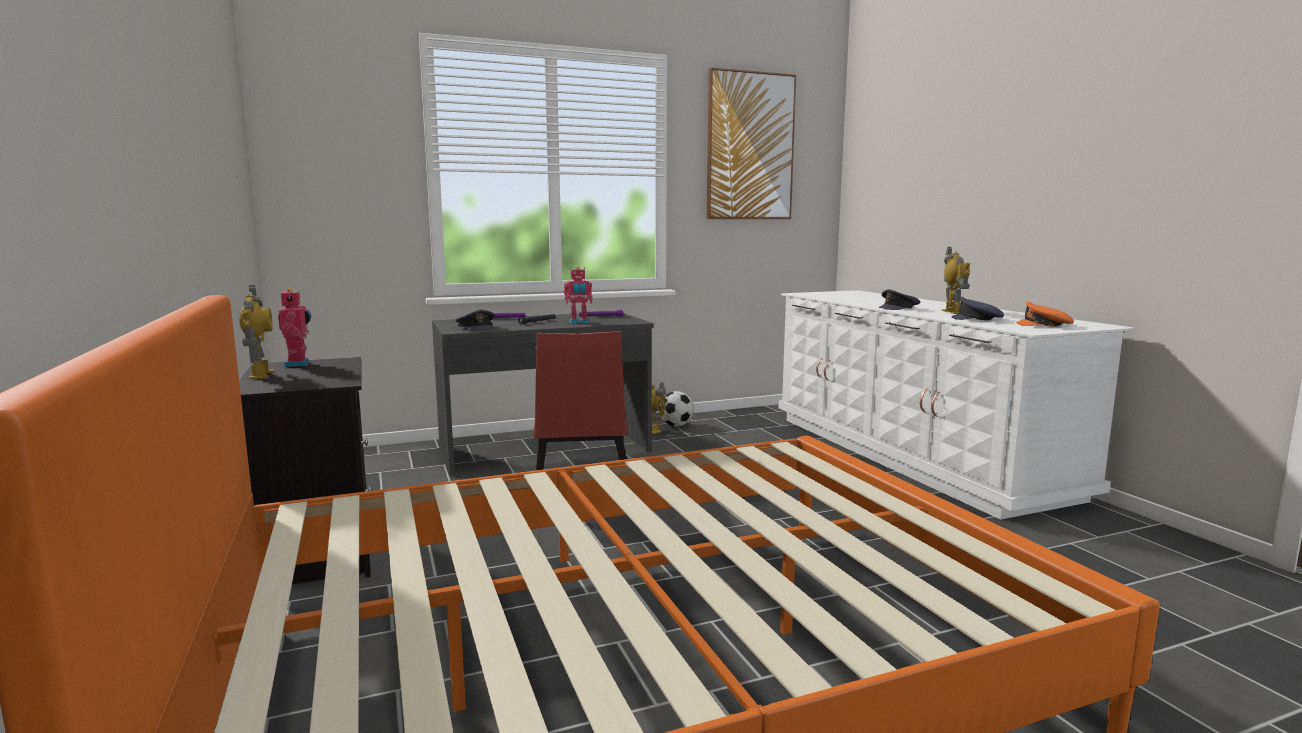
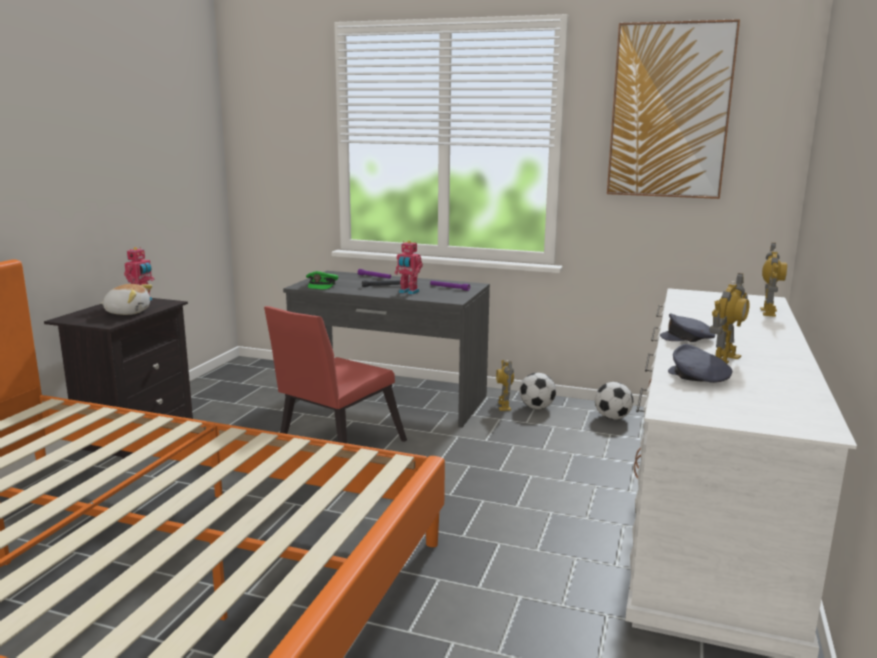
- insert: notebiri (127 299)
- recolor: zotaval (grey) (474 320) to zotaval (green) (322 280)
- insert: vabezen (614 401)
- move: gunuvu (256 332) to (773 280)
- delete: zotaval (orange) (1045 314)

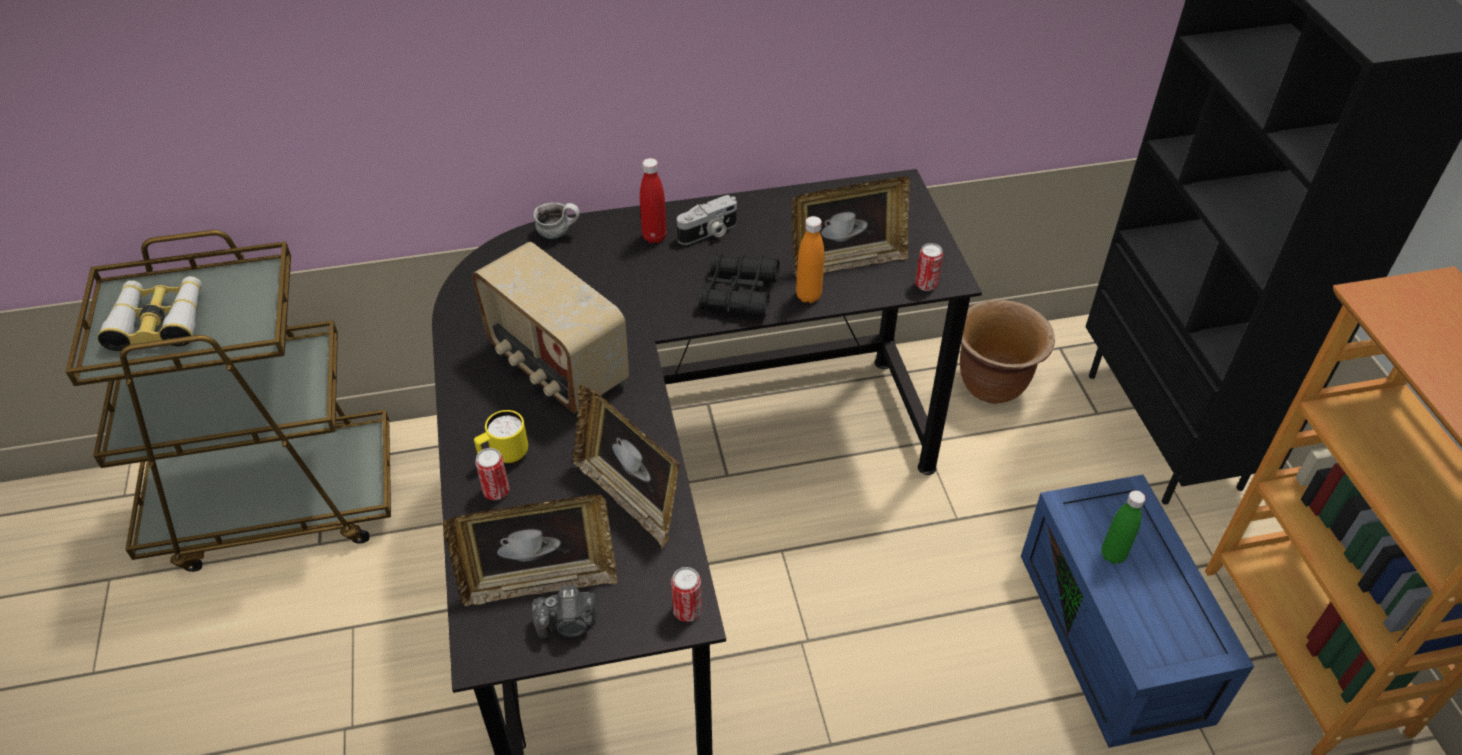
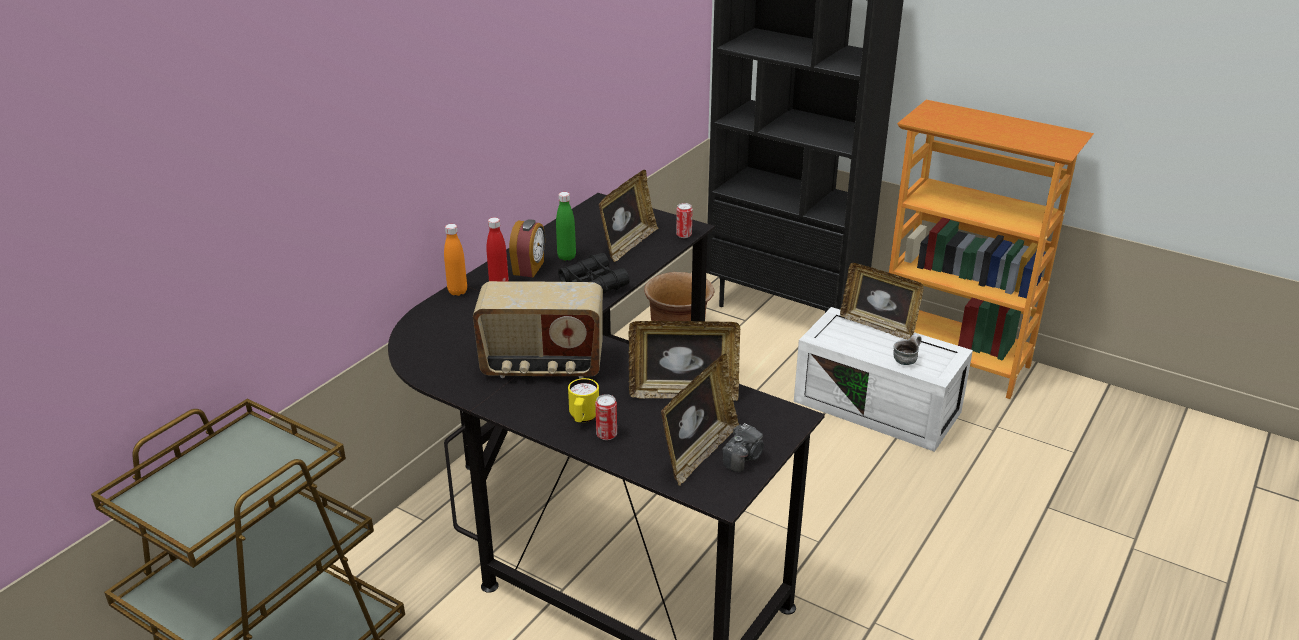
- move: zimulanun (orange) (810 259) to (455 260)
- replace: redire (707 220) to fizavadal (527 248)
- move: zimulanun (green) (1123 527) to (566 226)
- recolor: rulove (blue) (1137 611) to rulove (white) (883 379)
- insert: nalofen (882 301)
- move: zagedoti (556 221) to (907 349)
- delete: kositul (149 313)
- delete: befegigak (686 594)

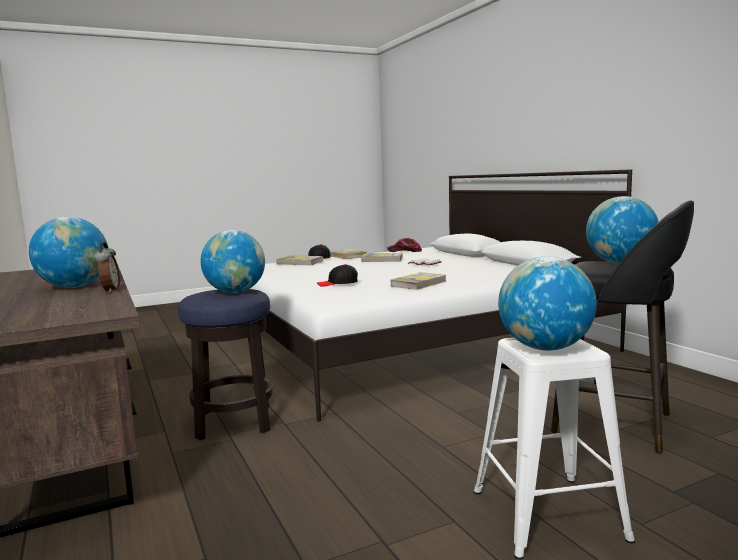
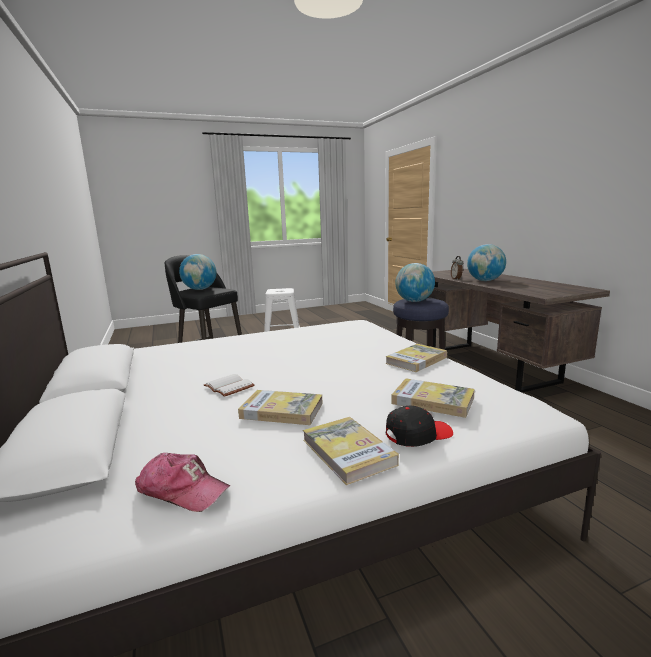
- move: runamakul (419 281) to (416 358)
- delete: zotaval (black) (337 275)
- delete: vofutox (547 303)

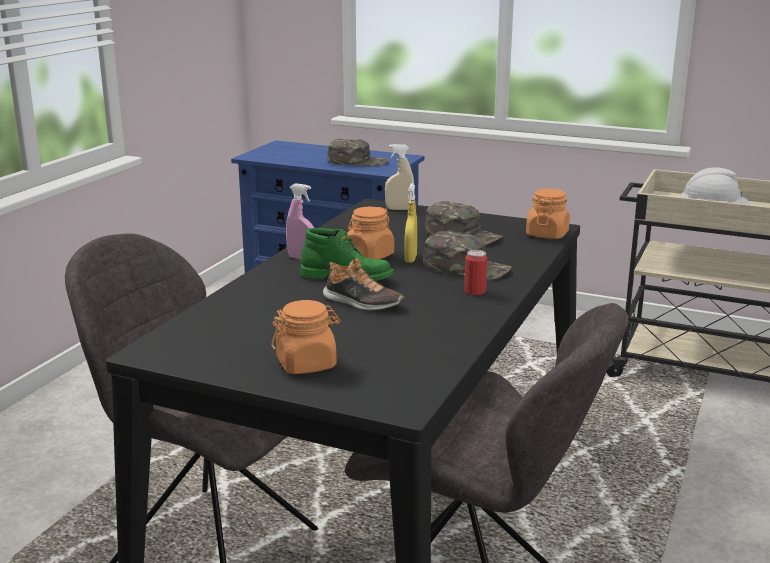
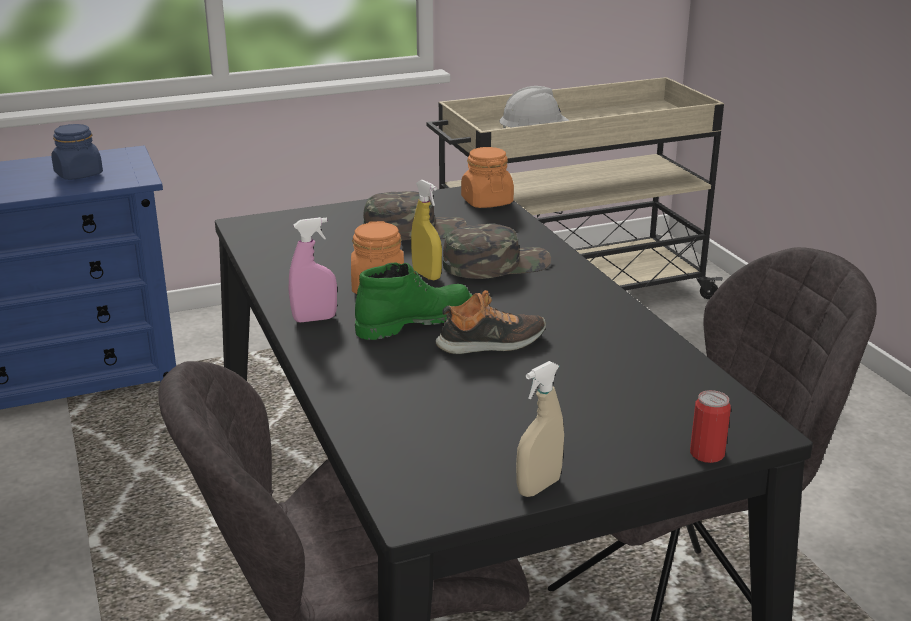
- replace: zotaval (green) (358 153) to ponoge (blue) (77 152)
- move: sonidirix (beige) (399 177) to (540 429)
- move: befegigak (475 272) to (710 426)
- delete: ponoge (orange) (305 337)

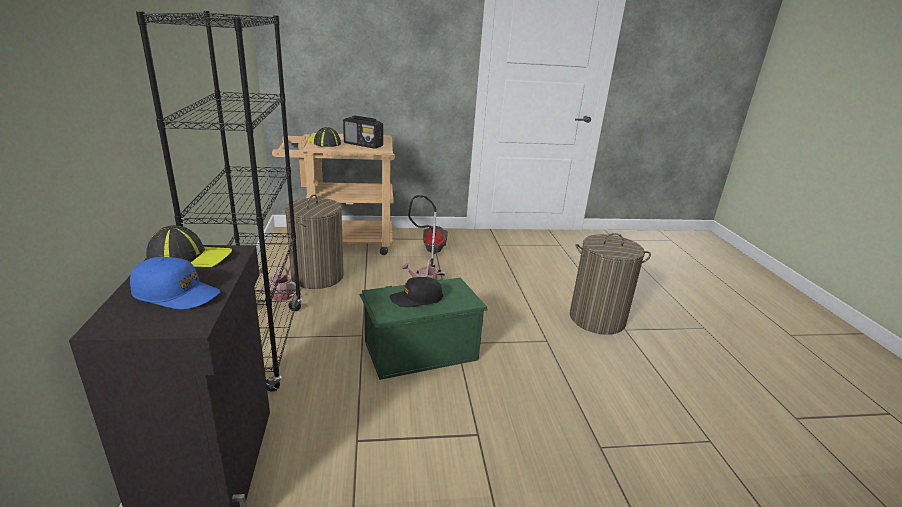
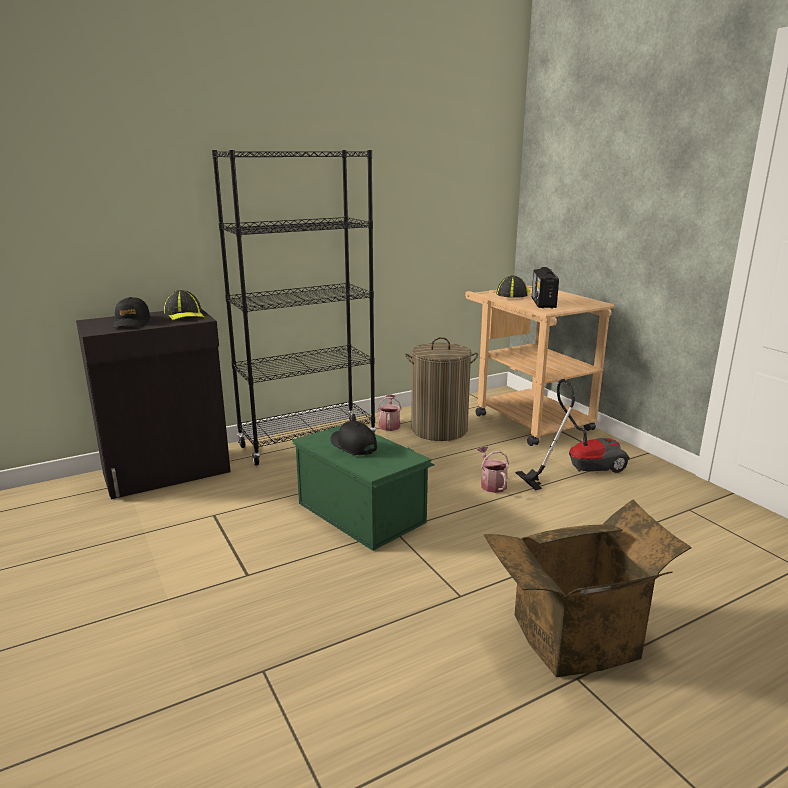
- recolor: zotaval (blue) (175 283) to zotaval (black) (132 312)
- replace: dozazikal (610 284) to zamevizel (587 588)

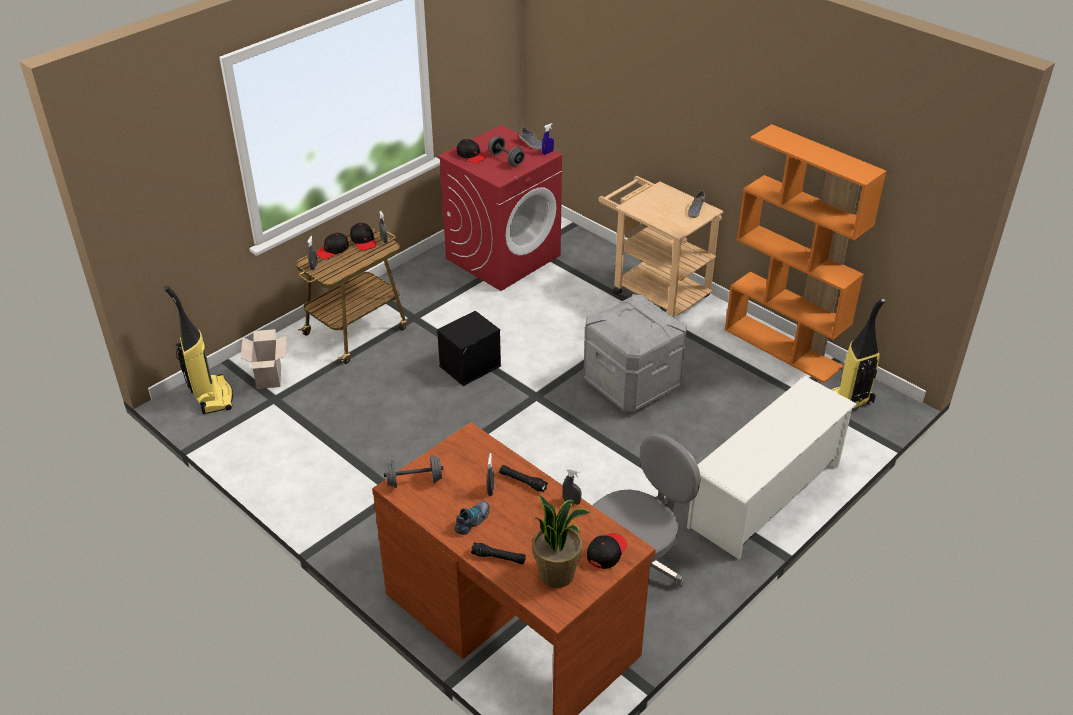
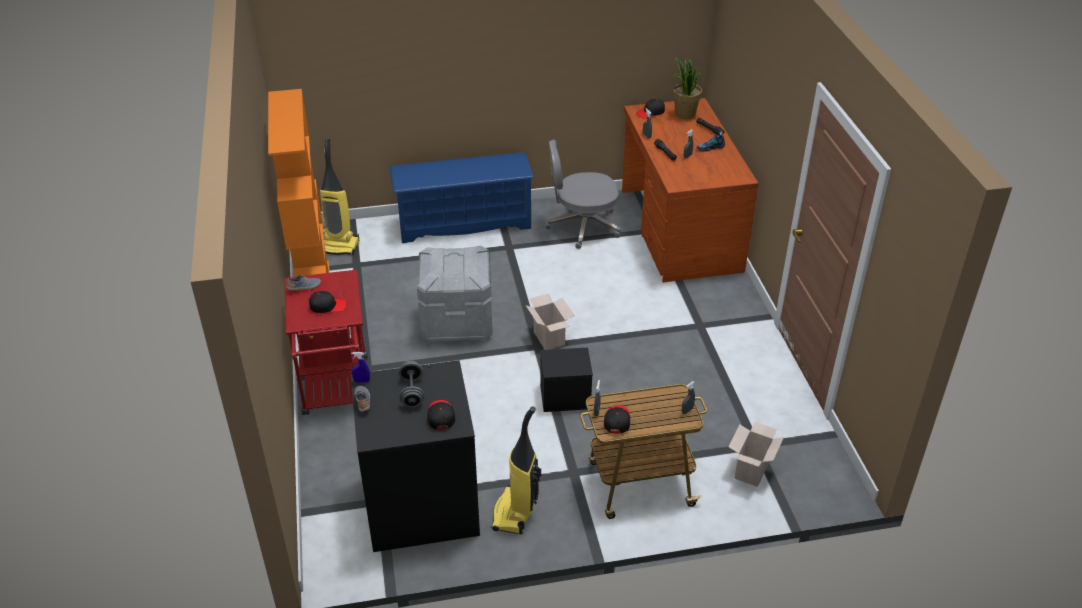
- recolor: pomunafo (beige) (661 246) to pomunafo (red) (326 342)
- move: zotaval (black) (332 246) to (328 302)
- recolor: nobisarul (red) (500 208) to nobisarul (black) (415 456)
- recolor: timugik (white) (772 467) to timugik (blue) (462 197)
- move: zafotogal (198 350) to (516 470)
- insert: zamevizel (550 321)
- delete: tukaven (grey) (413 471)

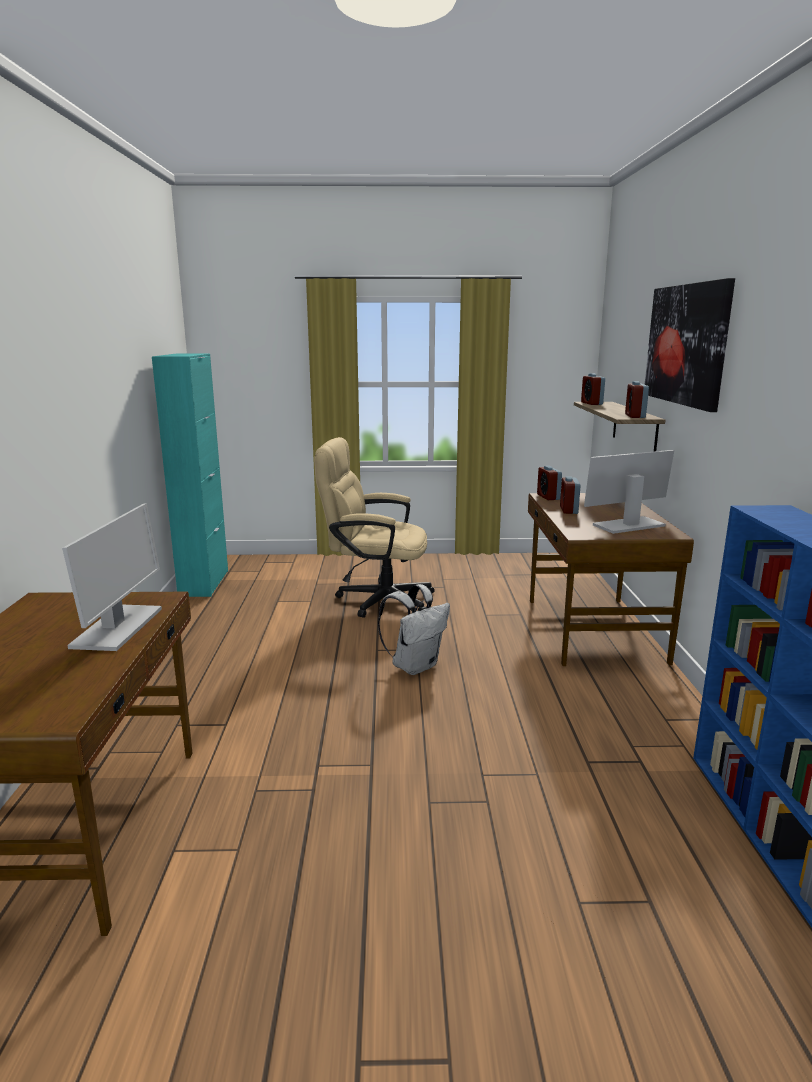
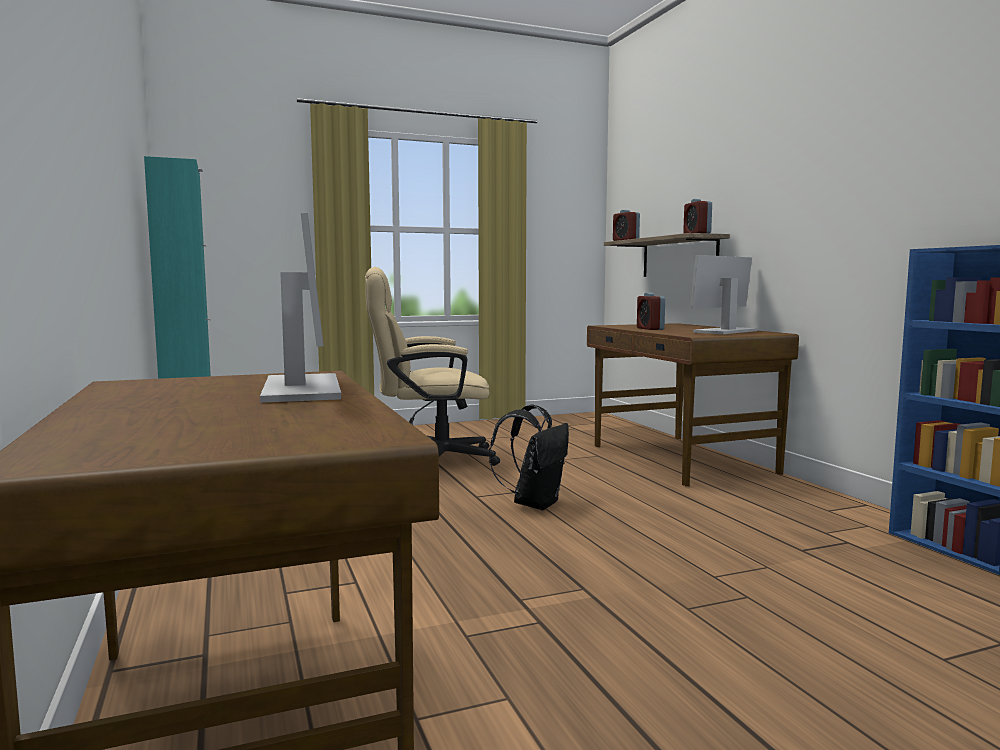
- recolor: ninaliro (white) (414 629) to ninaliro (black) (529 457)
- delete: fizavadal (549 483)
- delete: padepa (690 345)

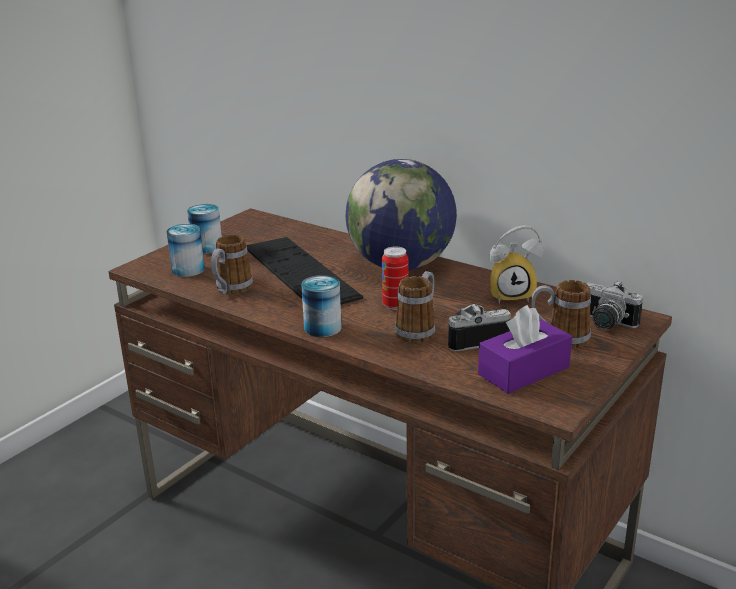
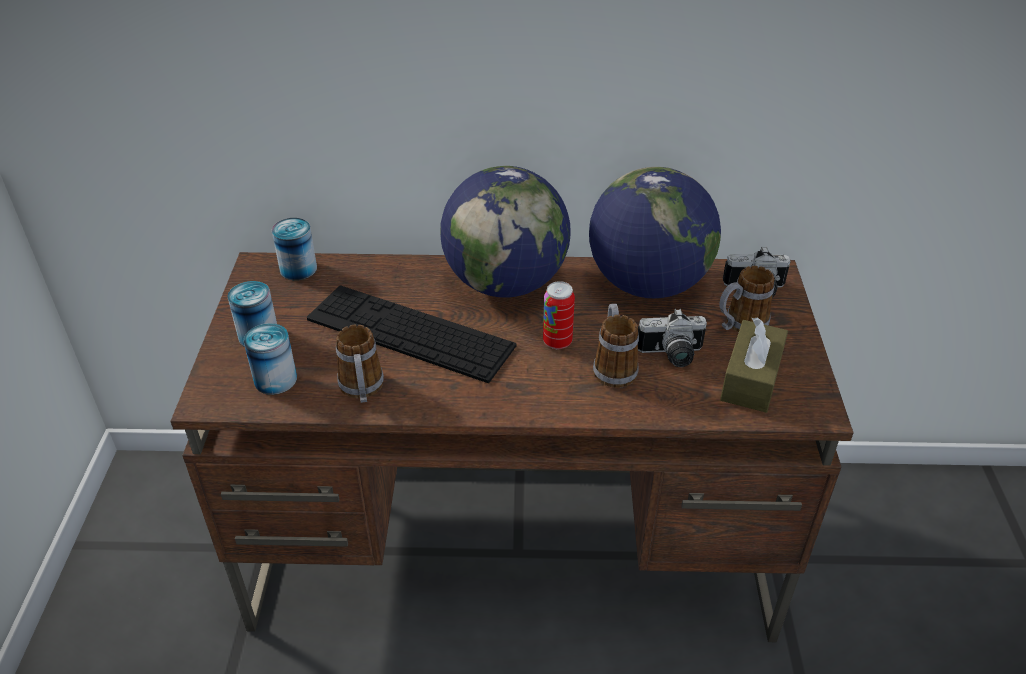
- move: befegigak (321 306) to (294 249)
- replace: fizavadal (517 264) to vofutox (655 232)
- rotate: redire (479 327) = (672 338) 135 degrees counterclockwise
- recolor: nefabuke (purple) (525 349) to nefabuke (brown) (754 365)

